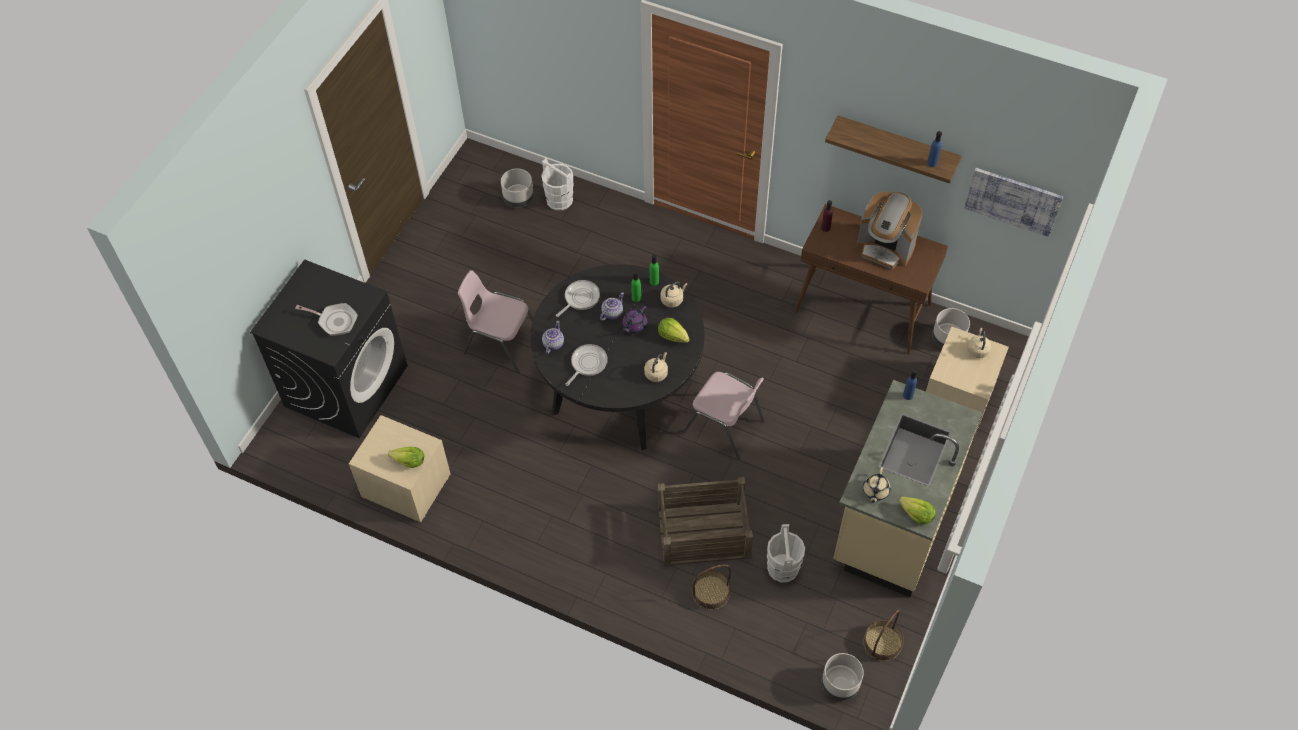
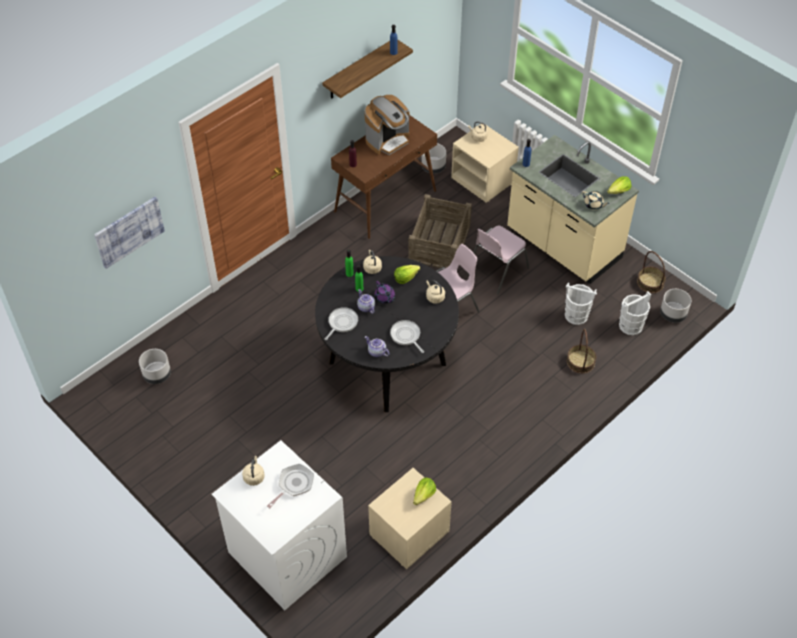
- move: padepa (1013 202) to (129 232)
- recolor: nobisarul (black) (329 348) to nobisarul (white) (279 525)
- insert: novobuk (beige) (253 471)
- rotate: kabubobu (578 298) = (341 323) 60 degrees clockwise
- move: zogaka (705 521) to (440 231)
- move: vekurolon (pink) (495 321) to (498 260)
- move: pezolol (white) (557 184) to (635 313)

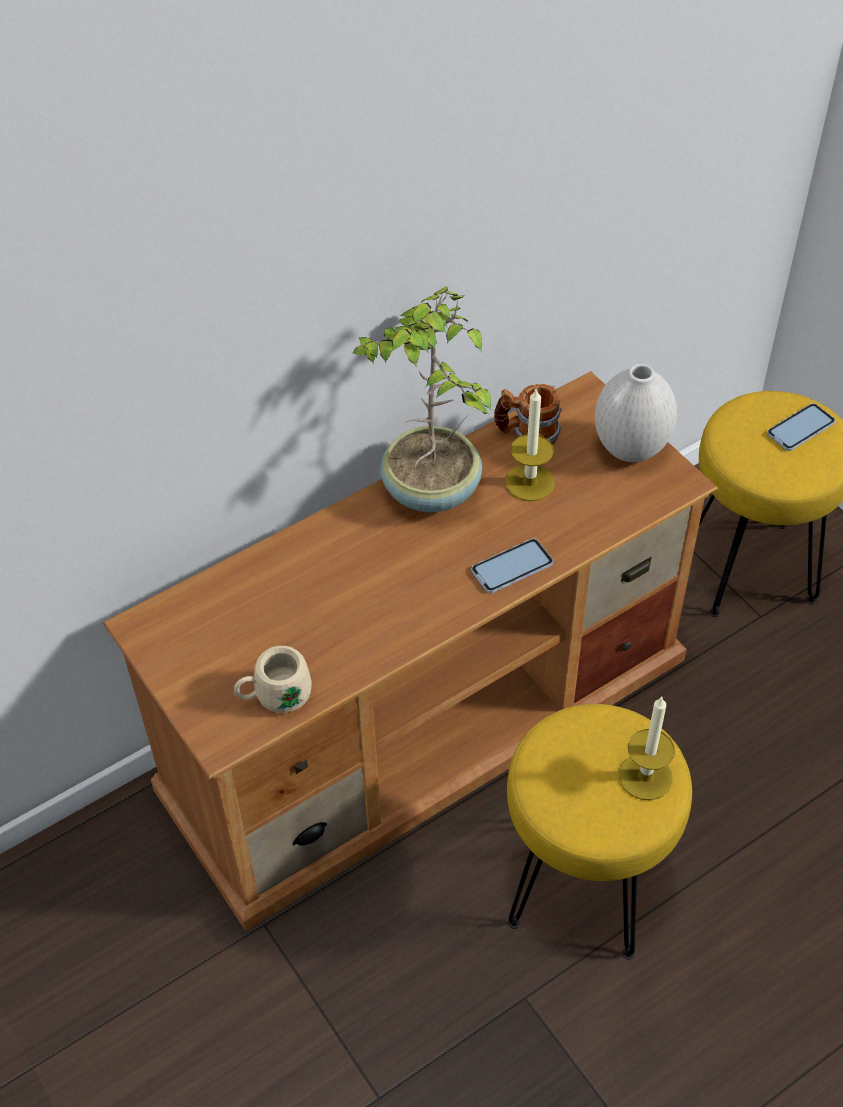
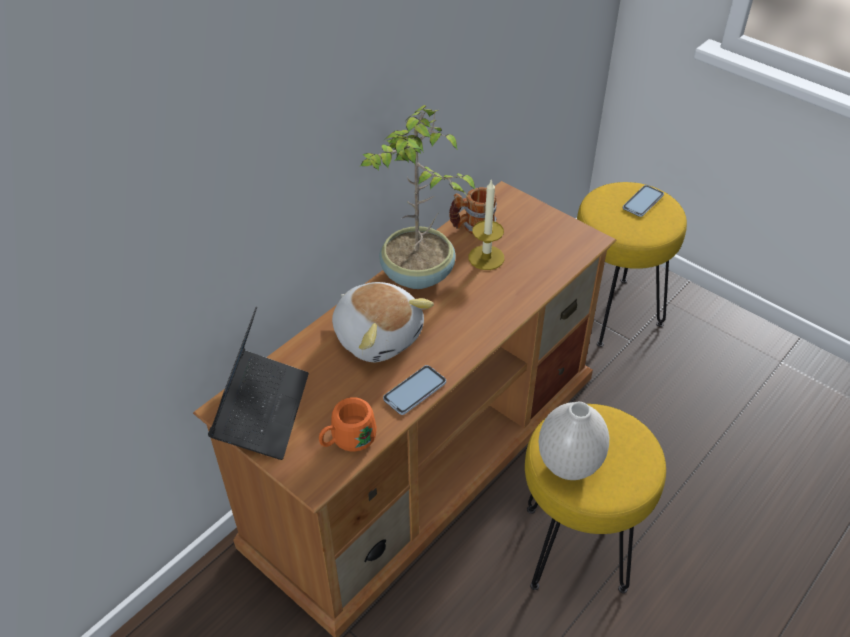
- insert: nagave (258 383)
- recolor: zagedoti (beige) (273 679) to zagedoti (orange) (348 424)
- insert: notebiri (383 322)
- move: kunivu (512 565) to (414 390)
- move: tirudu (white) (636 413) to (574 441)
- delete: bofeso (647 748)

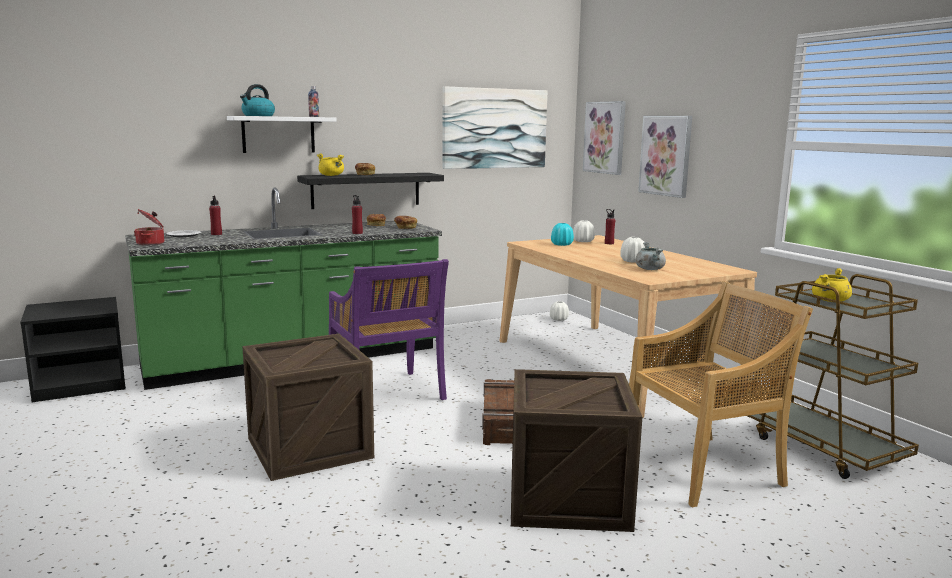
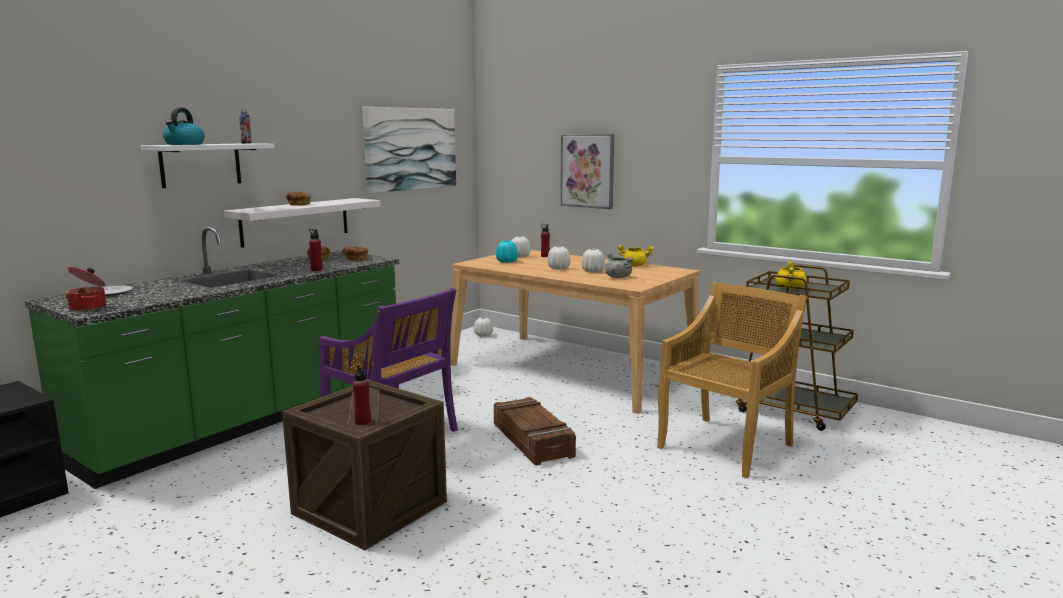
- recolor: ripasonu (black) (370 191) to ripasonu (white) (302 223)
- move: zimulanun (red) (215 215) to (362 395)
- insert: tirudu (white) (558 258)
- move: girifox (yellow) (330 164) to (635 256)
- delete: zogaka (576 450)
- delete: padepa (604 138)

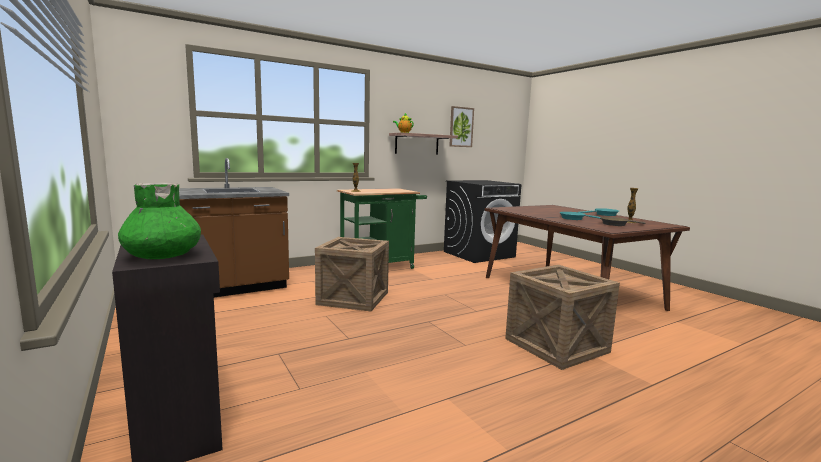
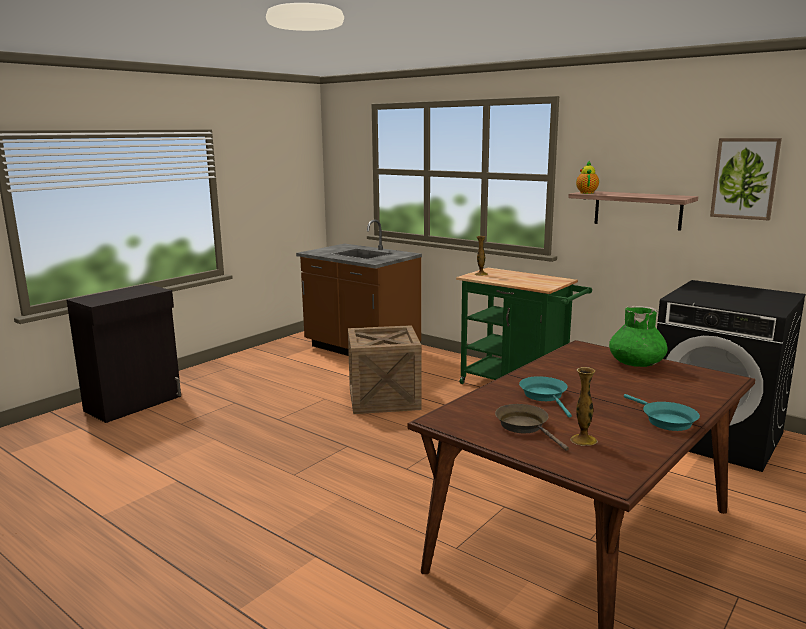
- move: tirudu (green) (159 221) to (638 336)
- delete: zogaka (562 317)

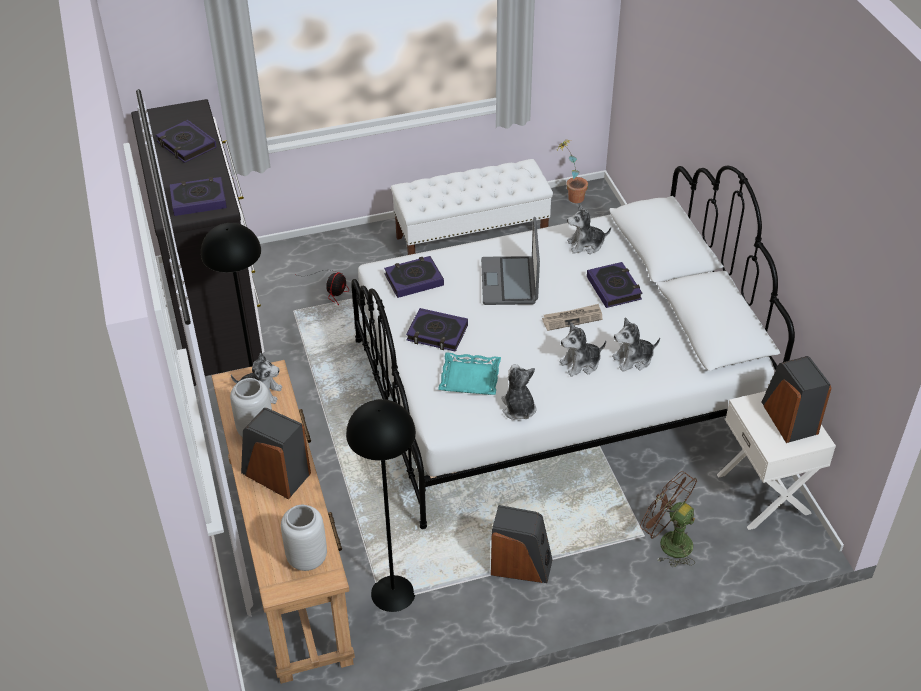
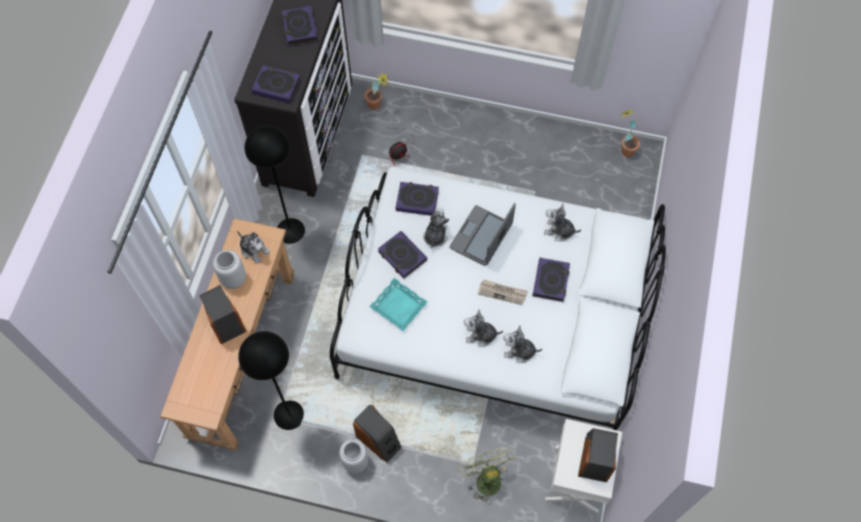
- move: tirudu (grey) (304 538) to (353 456)
- insert: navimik (377 91)
- move: notebiri (518 392) to (436 228)
- recolor: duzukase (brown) (668 519) to duzukase (green) (487 476)
- delete: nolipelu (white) (472 207)

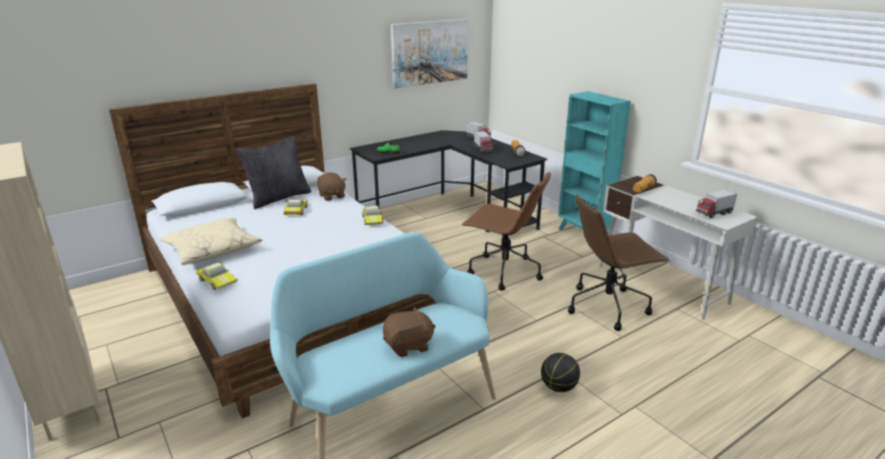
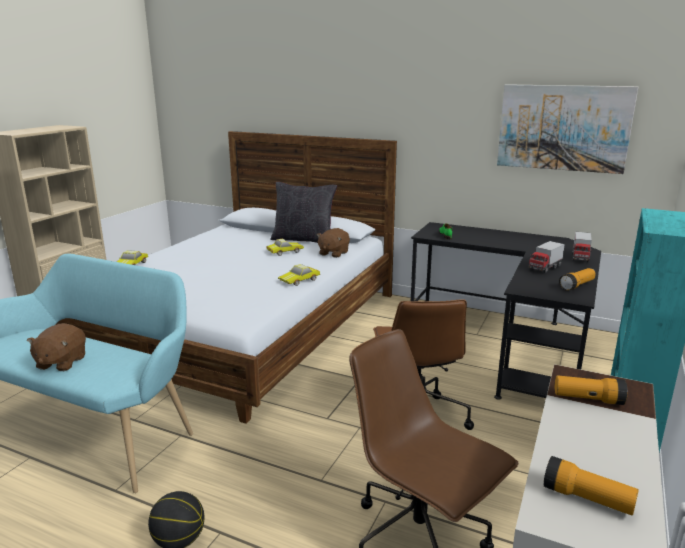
- rotate: notebiri (brown) (409 332) = (56 347) 60 degrees clockwise
- replace: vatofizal (716 203) to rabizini (591 486)
- delete: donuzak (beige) (211 241)

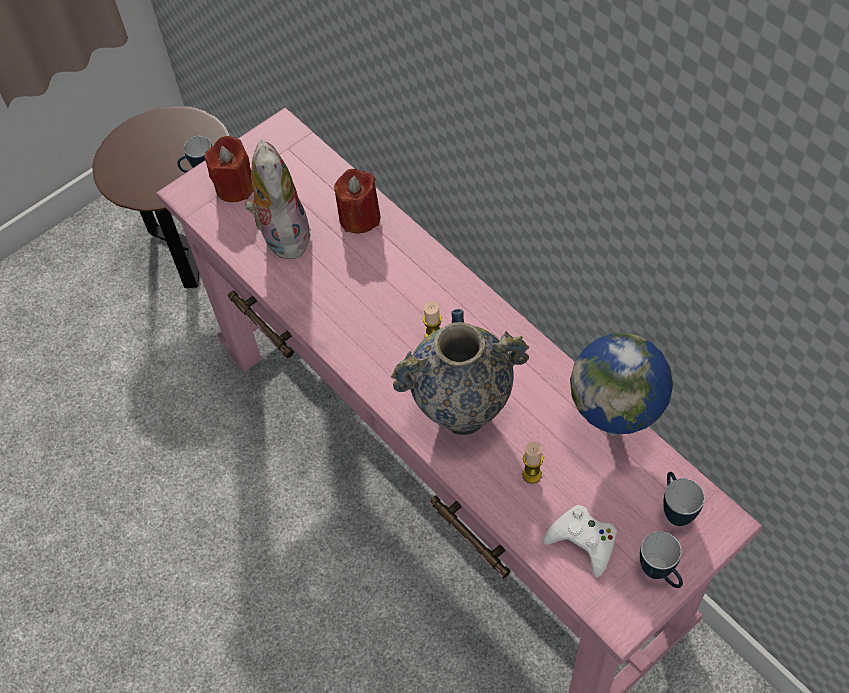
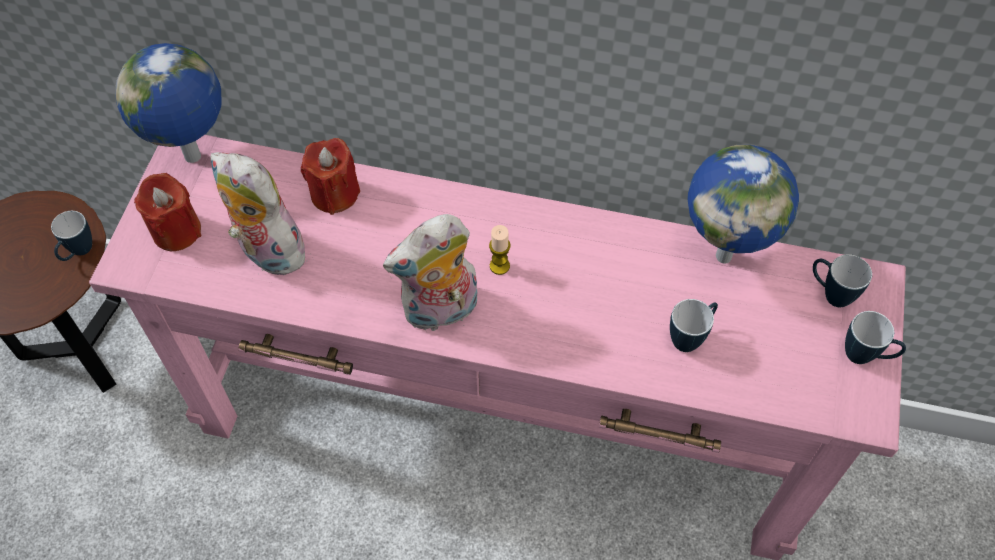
- insert: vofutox (168 103)
- insert: notebiri (430 272)
- replace: bofeso (532 462) to zagedoti (694 325)
- delete: tirudu (460 372)
- delete: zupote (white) (580 541)

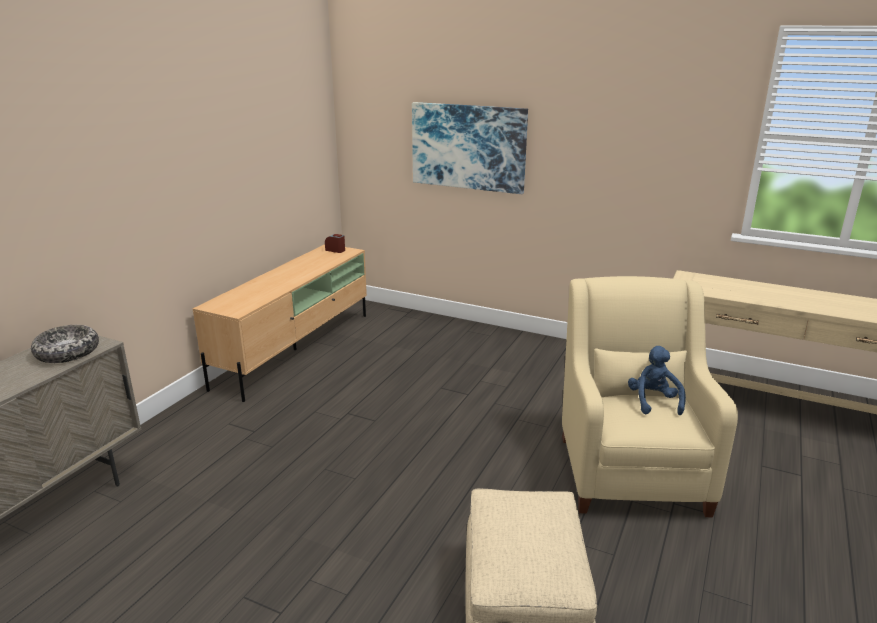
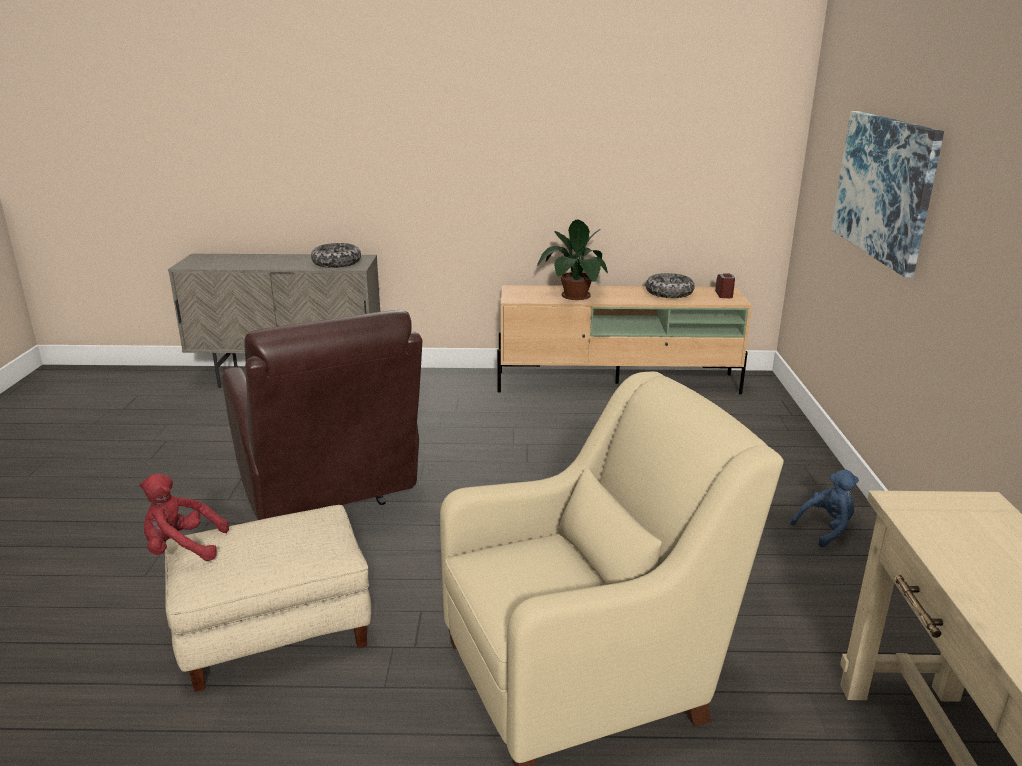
- insert: notebiri (red) (184 517)
- insert: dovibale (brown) (322 415)
- insert: navimik (572 259)
- insert: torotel (670 285)
- move: notebiri (blue) (657 380) to (824 508)

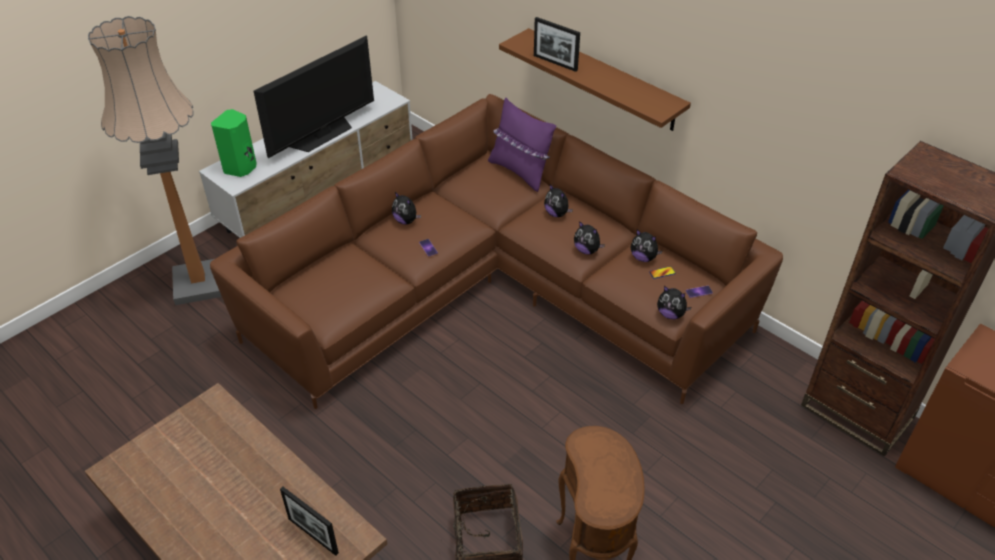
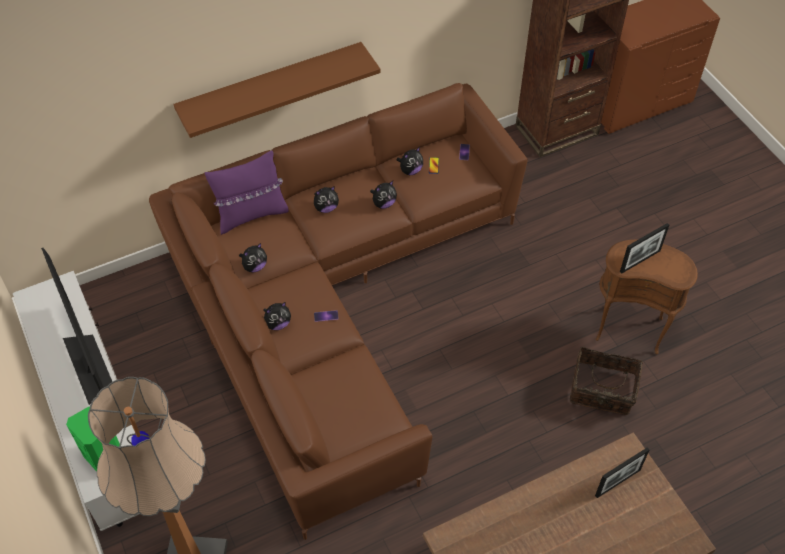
- move: notebiri (674 302) to (253 258)
- move: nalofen (557 44) to (644 248)

